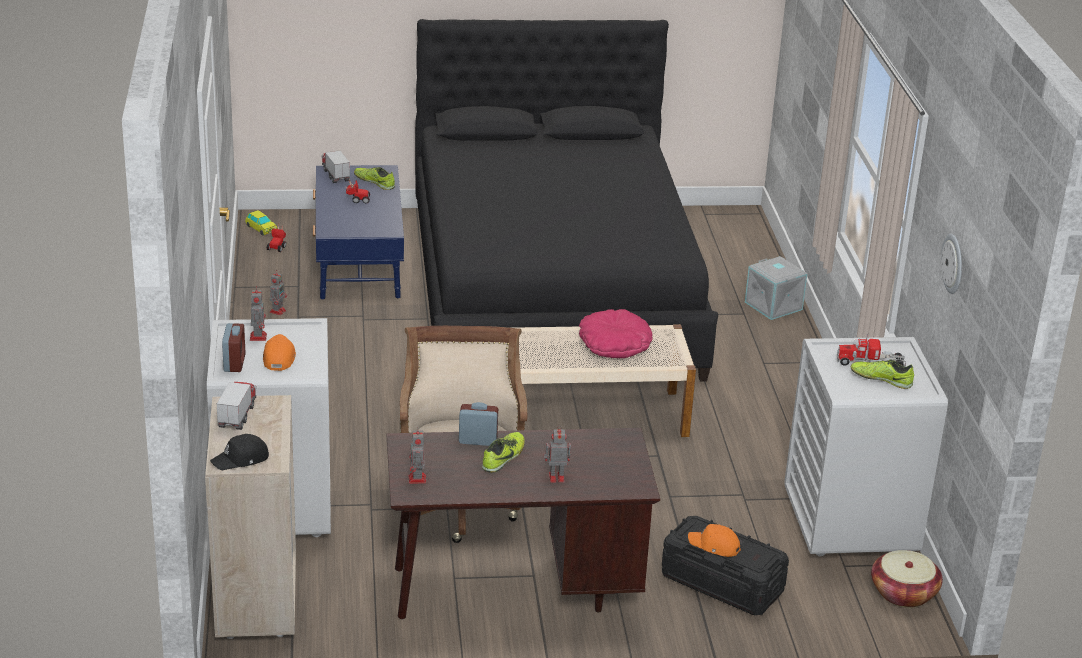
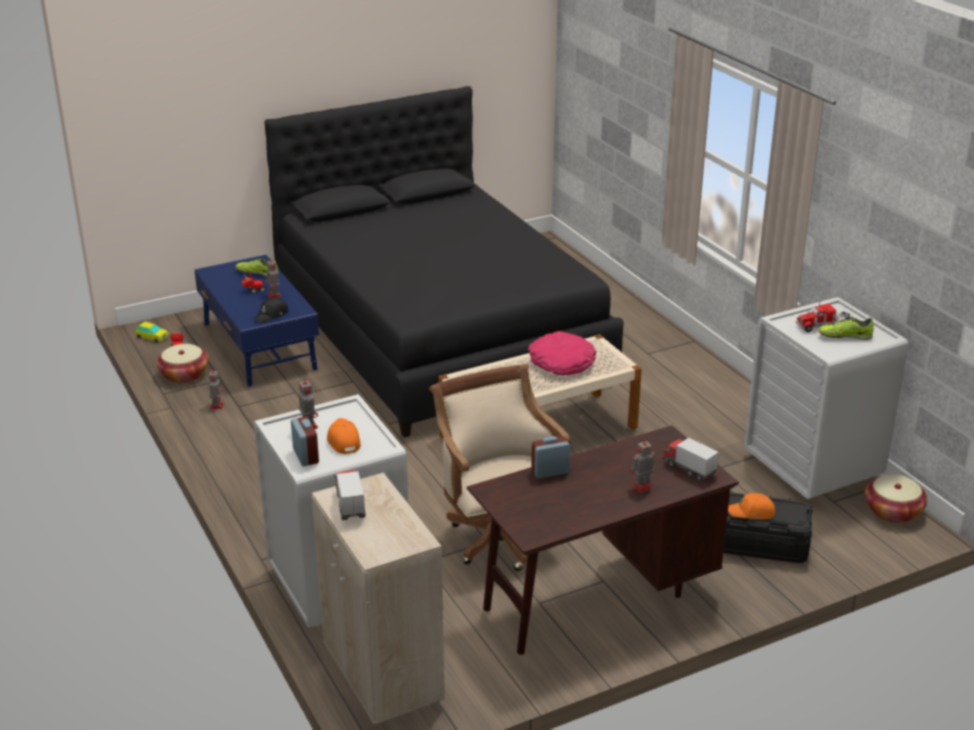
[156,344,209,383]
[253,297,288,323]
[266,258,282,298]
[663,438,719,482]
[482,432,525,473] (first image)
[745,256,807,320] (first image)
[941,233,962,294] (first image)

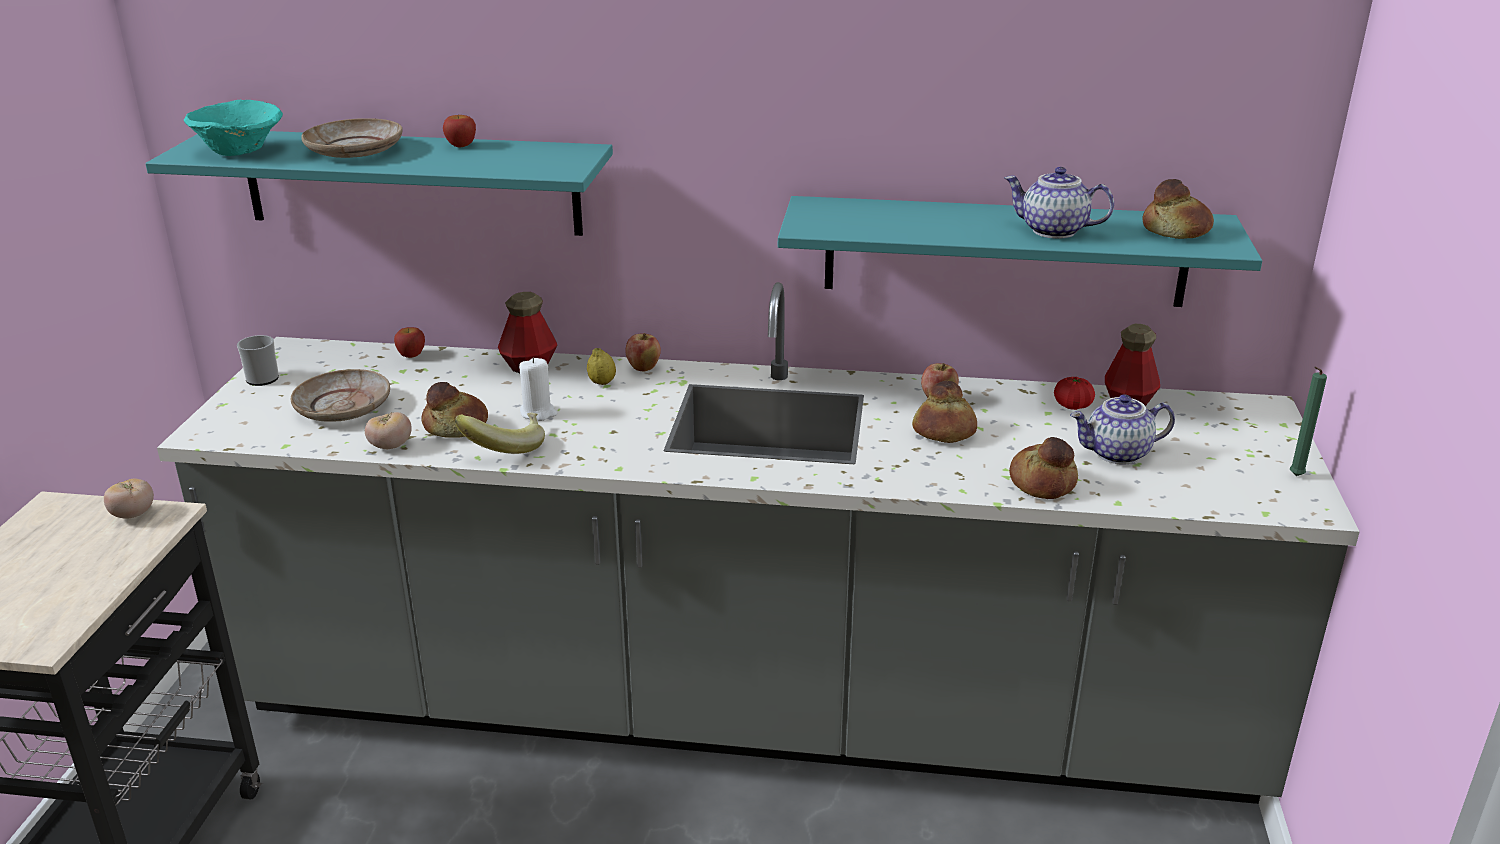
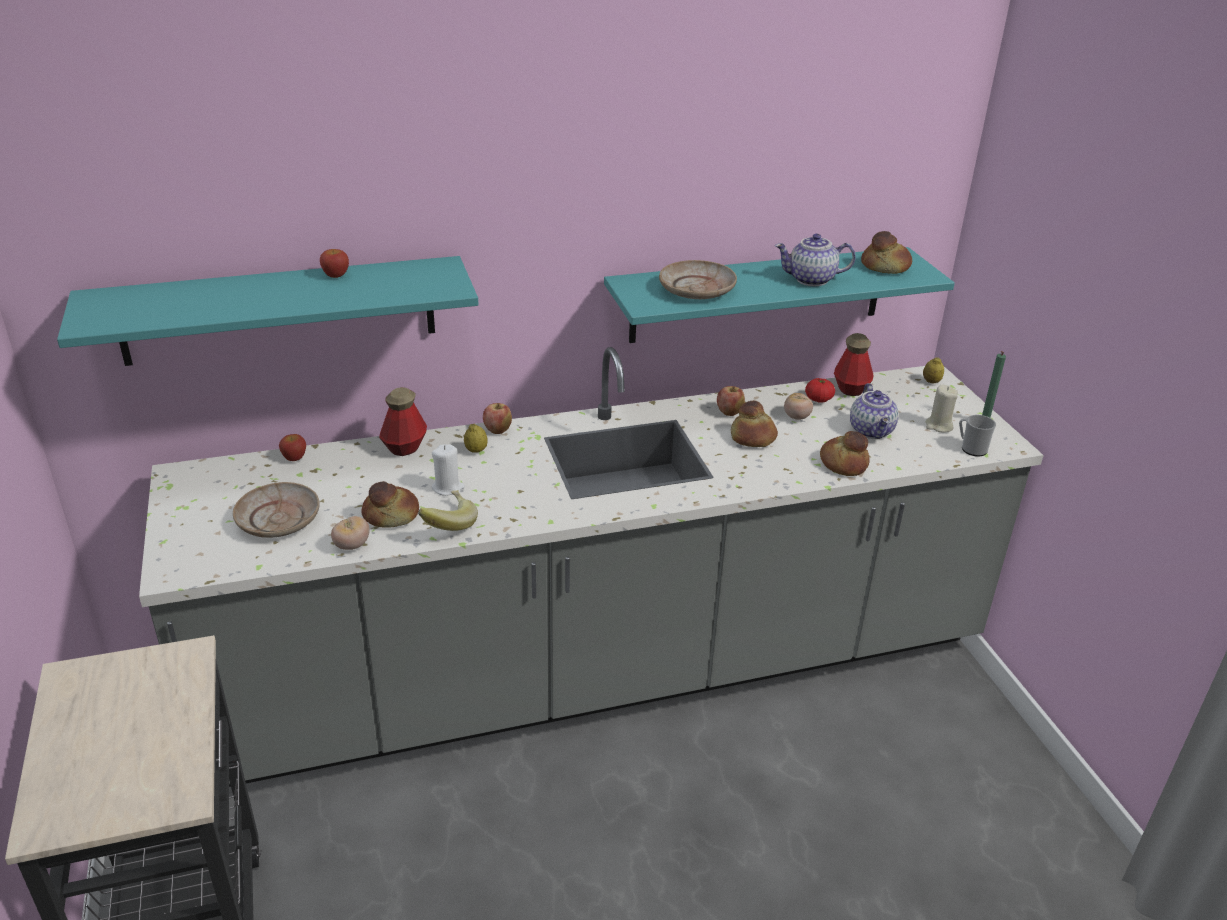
[659,260,737,299]
[784,393,813,420]
[850,383,899,439]
[923,357,944,383]
[925,385,958,433]
[959,415,996,457]
[184,100,283,156] (first image)

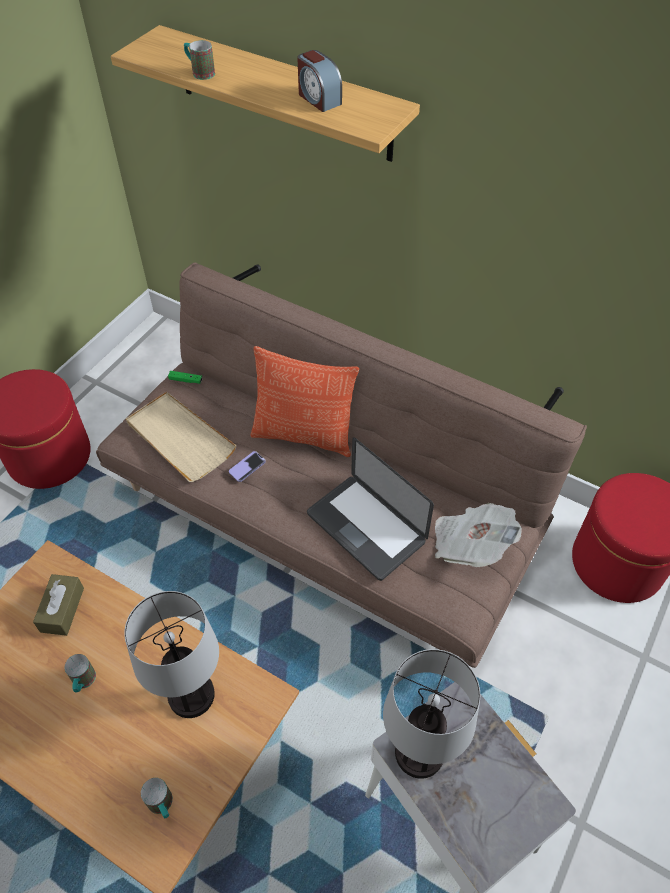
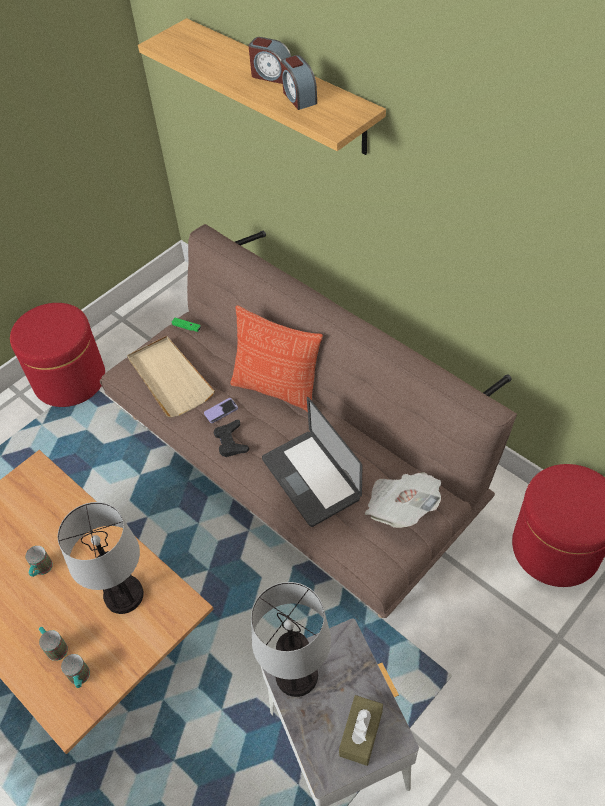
[39,627,68,661]
[213,420,249,457]
[248,37,291,84]
[339,695,383,766]

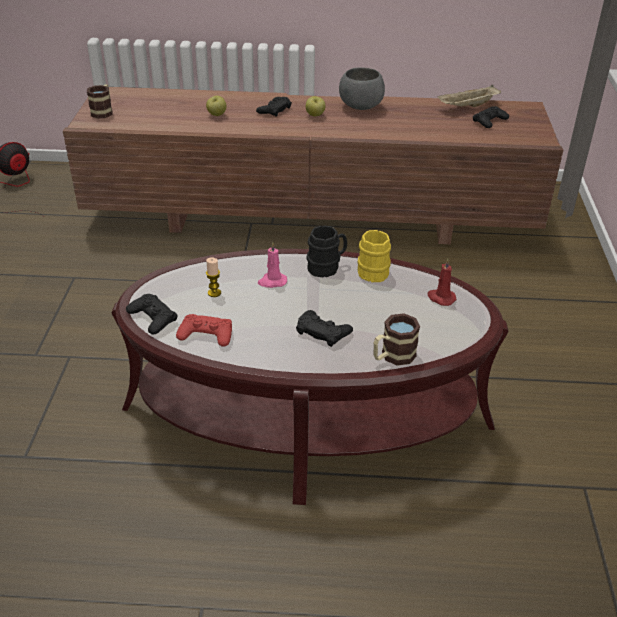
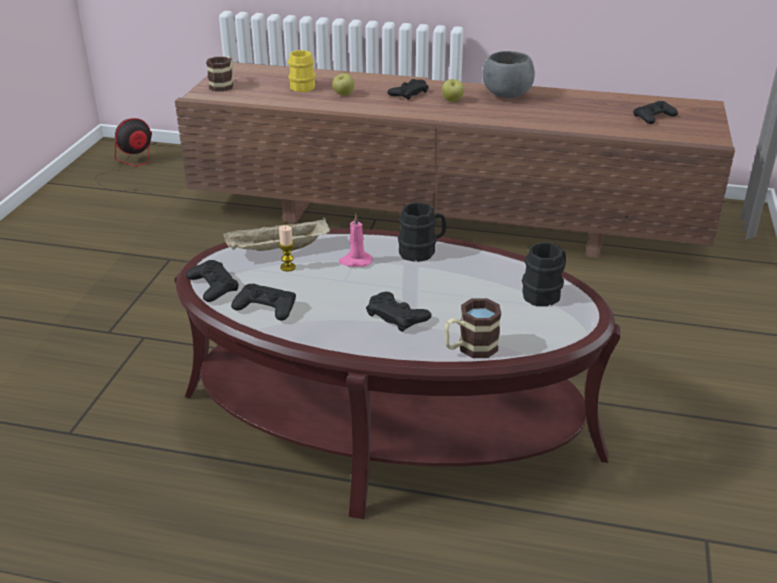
[223,218,330,251]
[231,284,296,321]
[288,50,315,92]
[522,242,566,306]

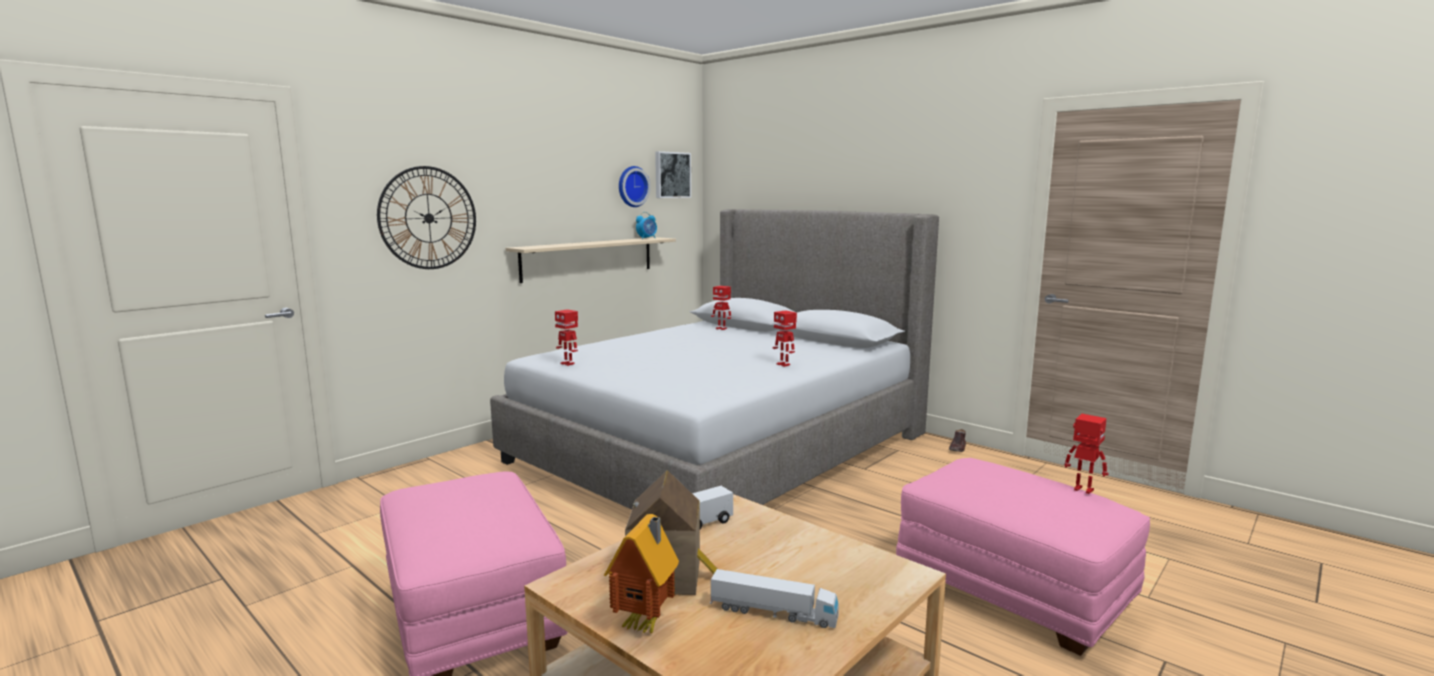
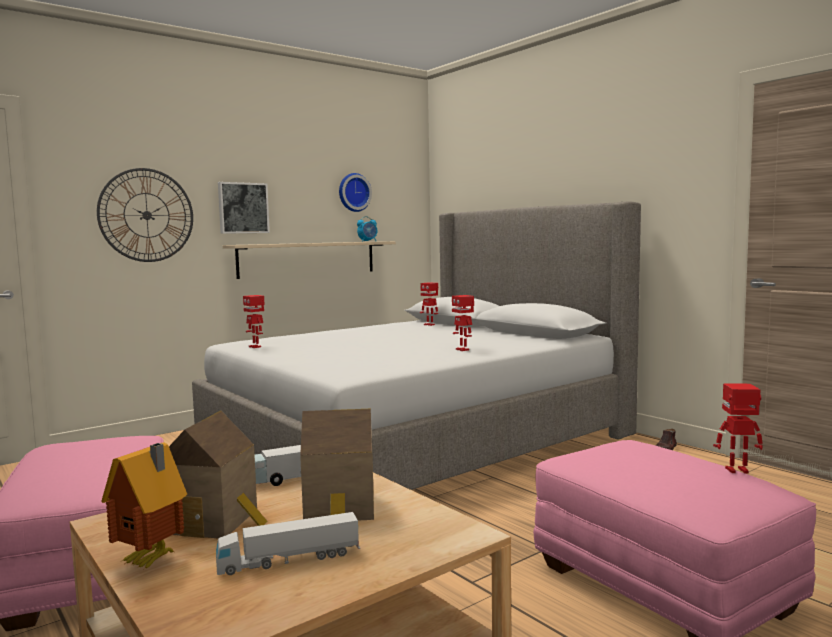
[216,512,360,575]
[218,182,270,234]
[300,409,374,521]
[713,384,763,474]

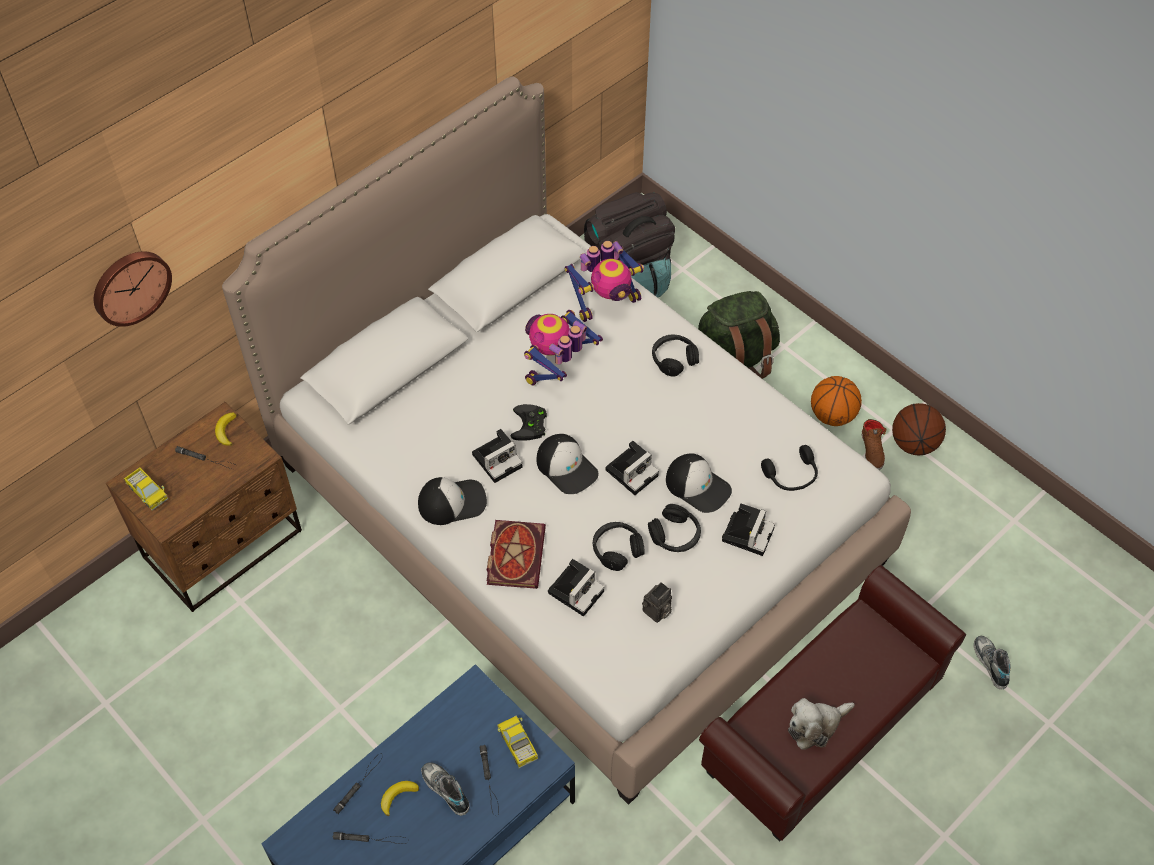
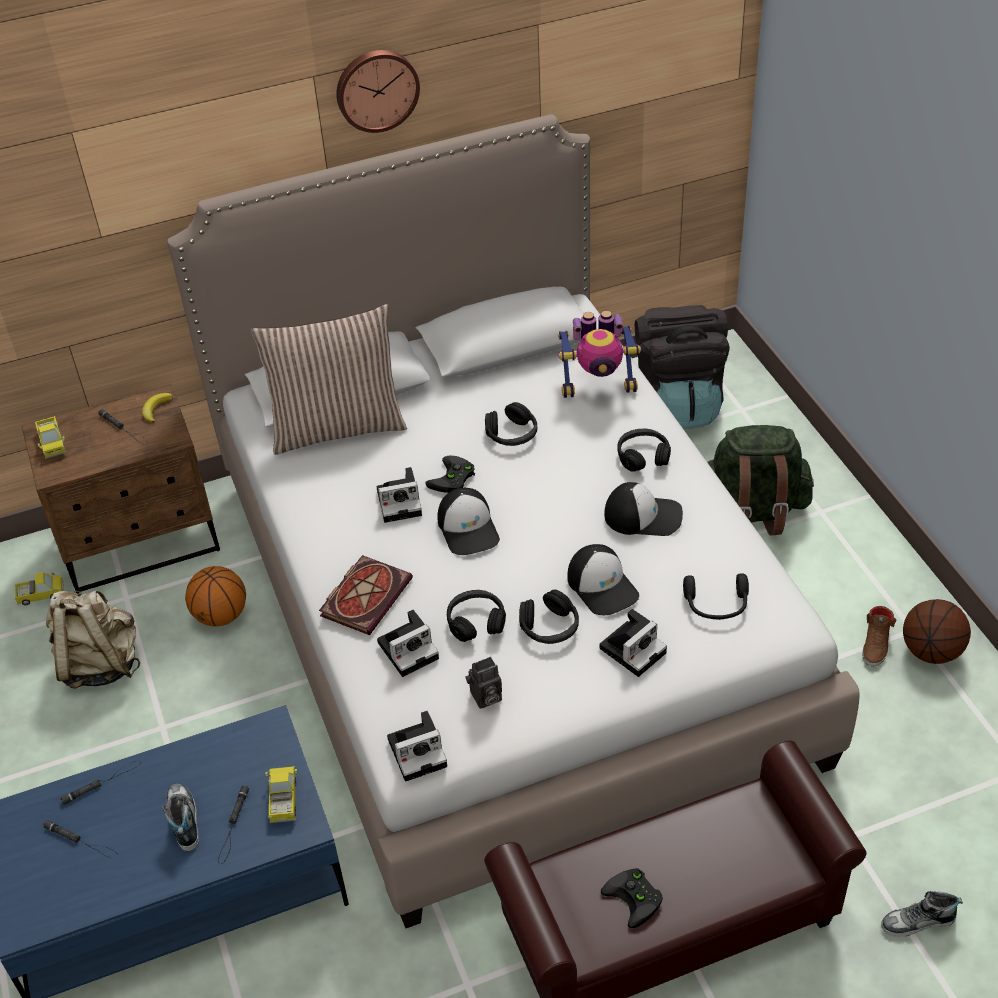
[15,572,64,605]
[46,590,140,689]
[185,566,246,626]
[251,304,407,455]
[336,50,420,133]
[387,711,447,782]
[485,402,537,446]
[601,868,663,928]
[604,482,683,536]
[881,891,963,937]
[381,781,419,816] (first image)

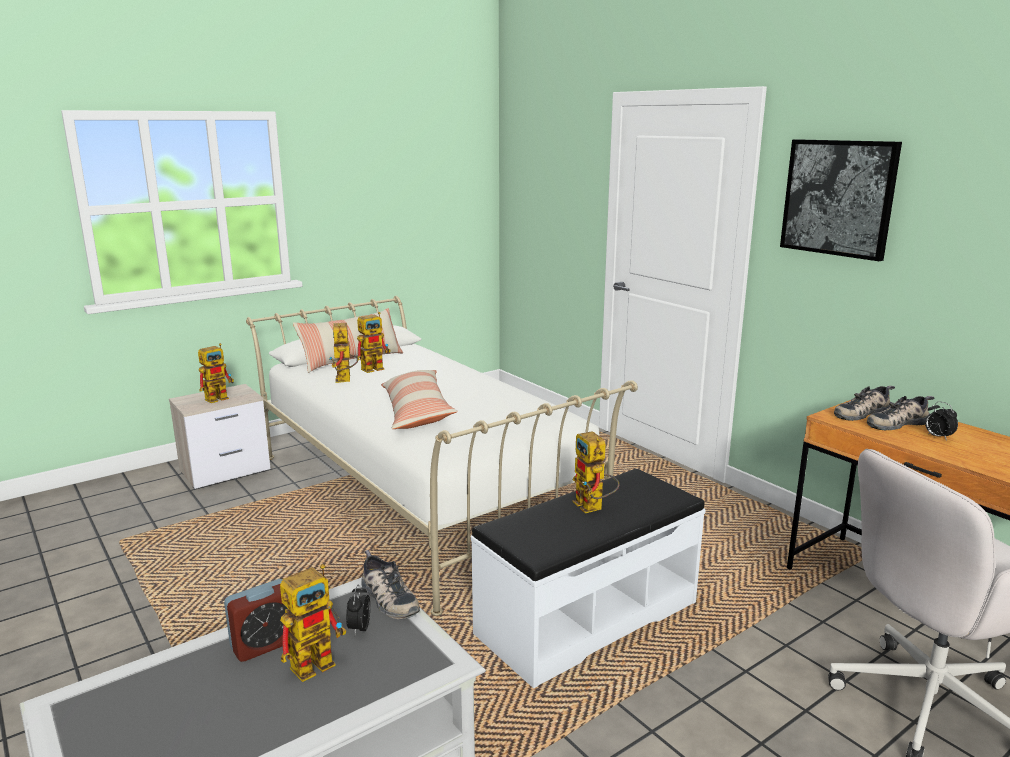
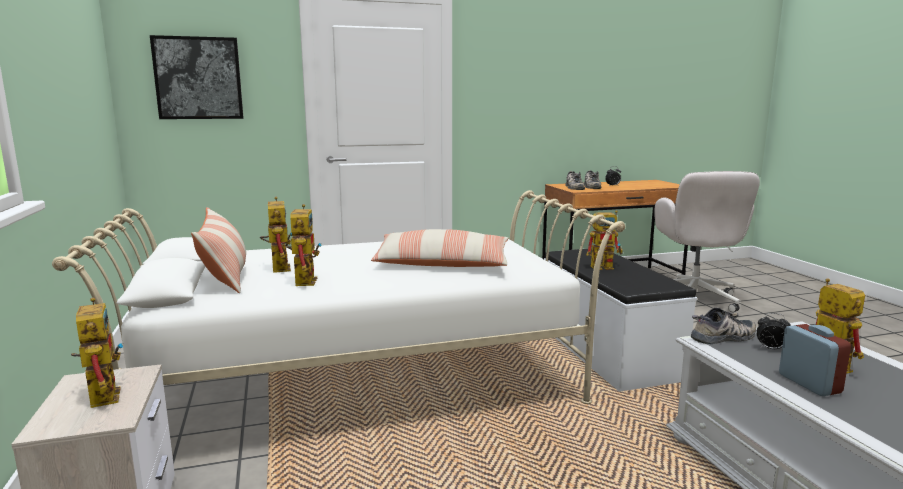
[150,35,244,119]
[287,204,322,286]

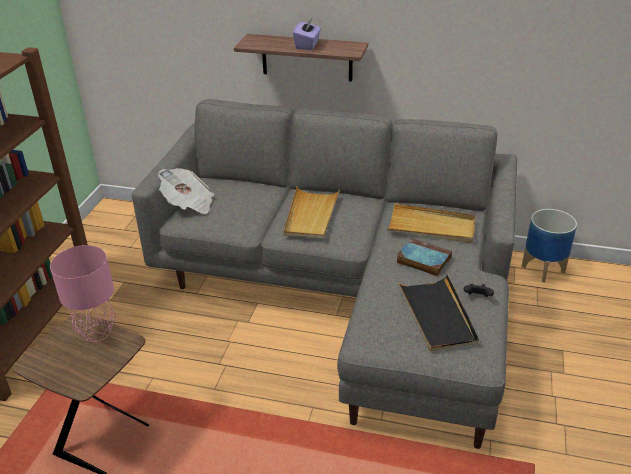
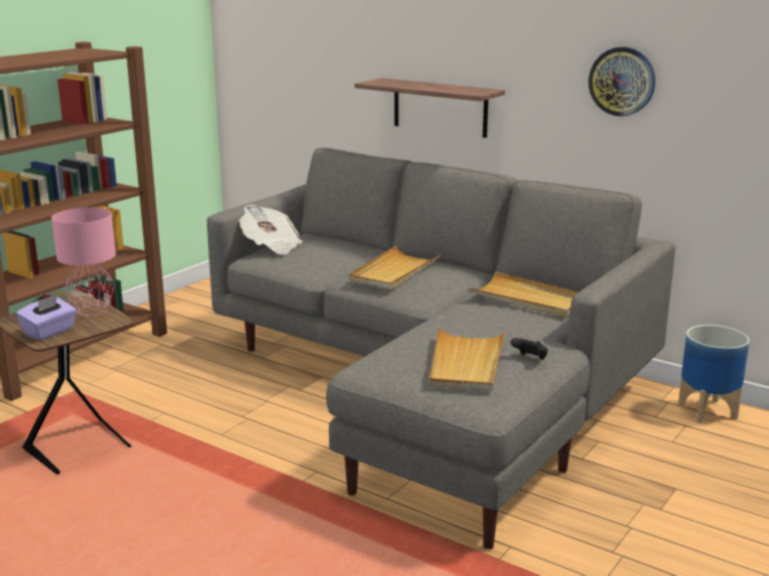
[16,294,77,341]
[429,326,505,391]
[588,47,655,116]
[396,238,452,277] (first image)

